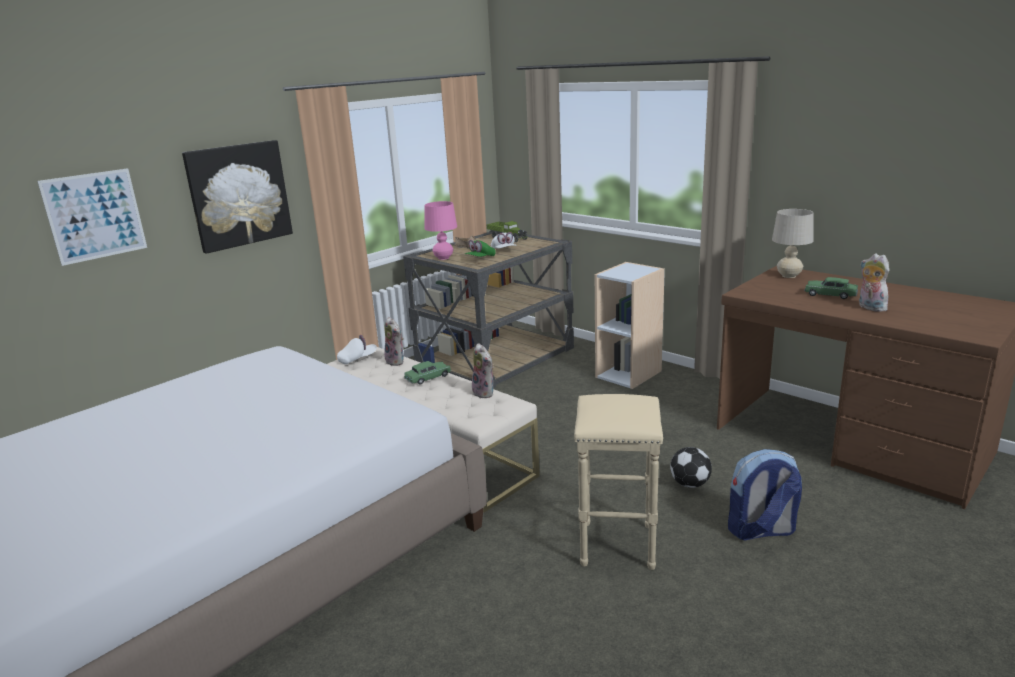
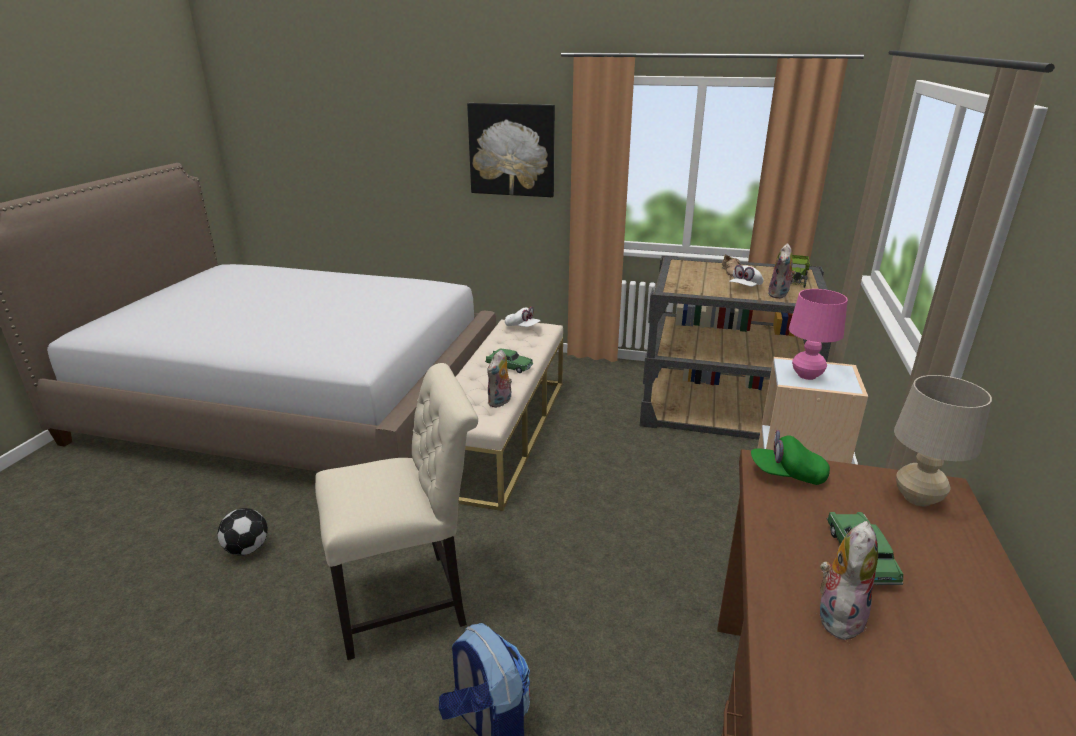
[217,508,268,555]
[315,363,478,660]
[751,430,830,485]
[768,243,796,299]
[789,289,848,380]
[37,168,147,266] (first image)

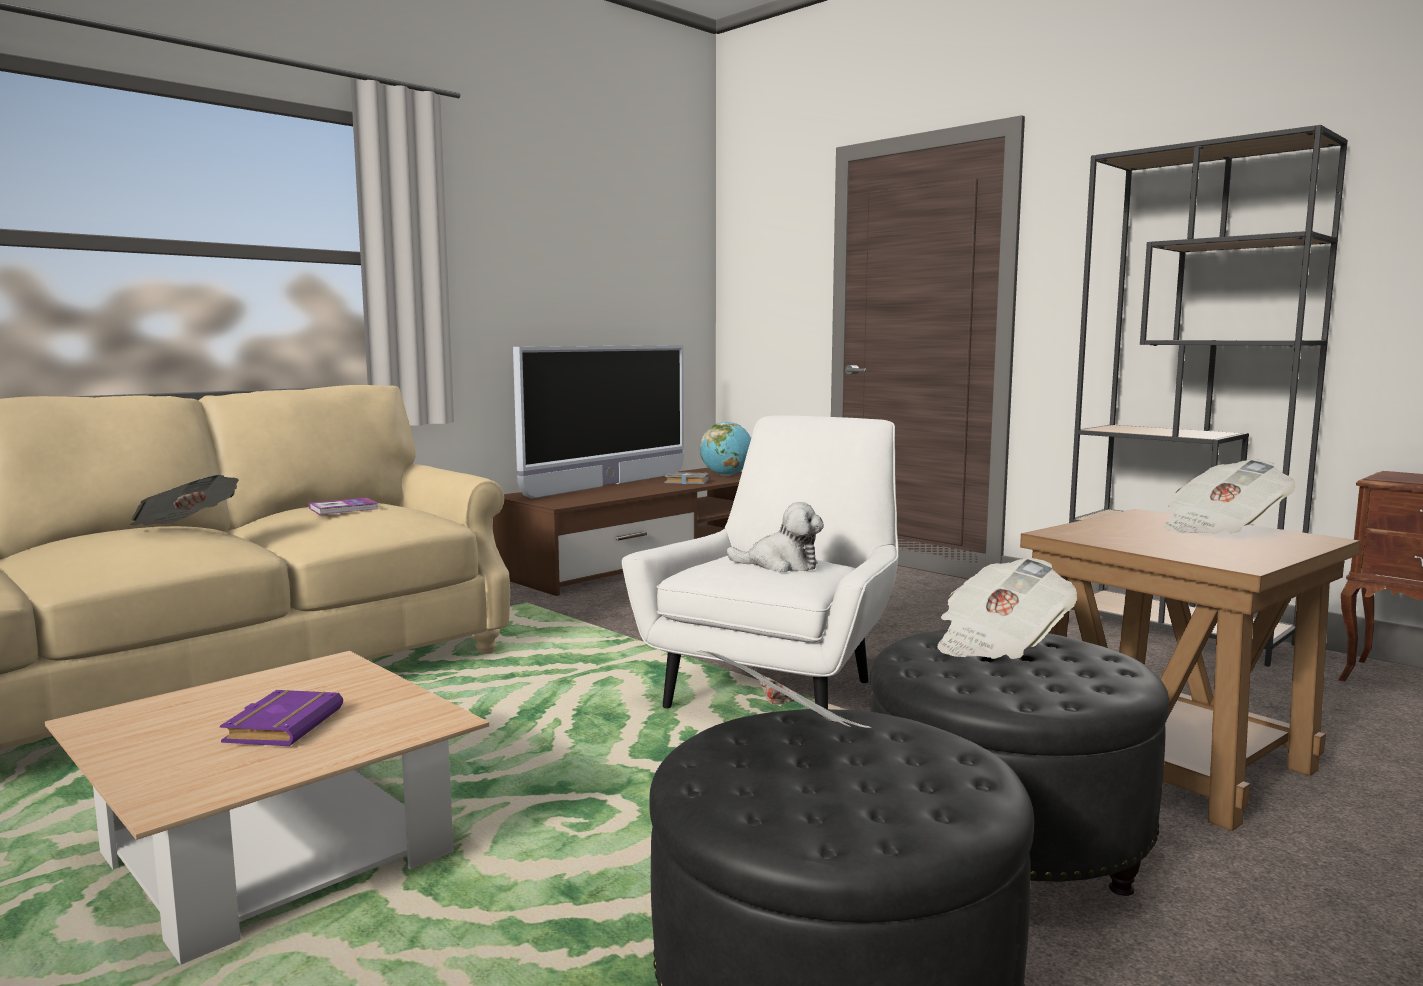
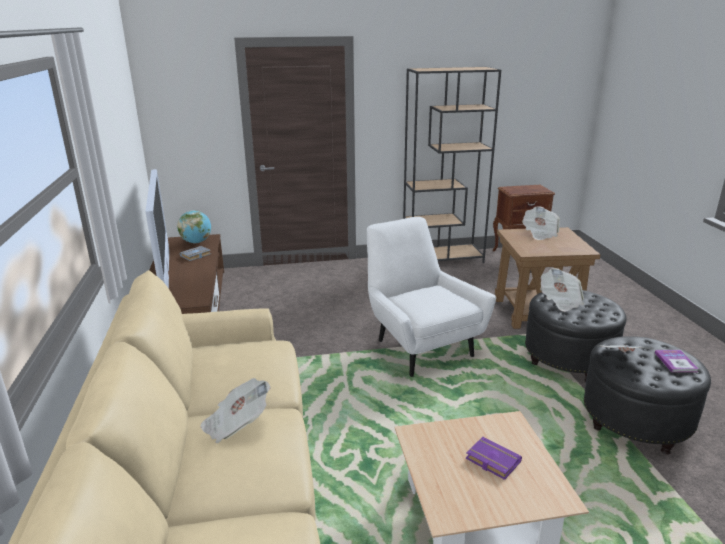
[655,350,698,372]
[727,502,824,572] (first image)

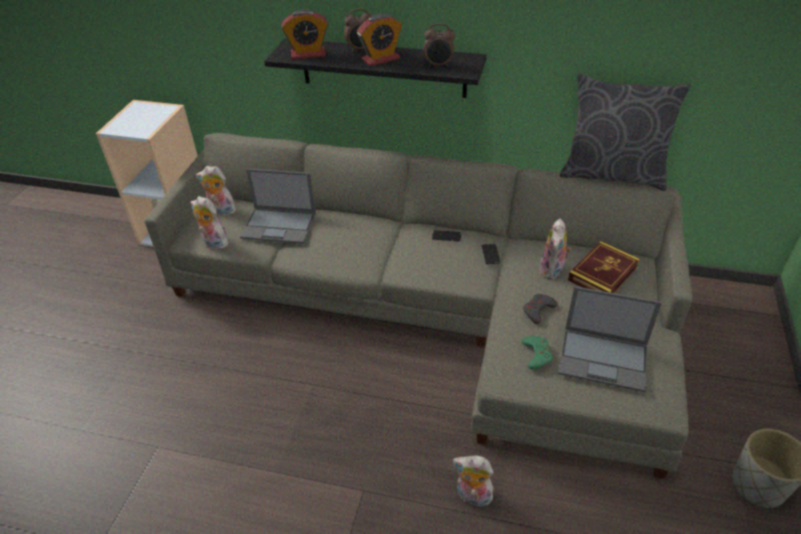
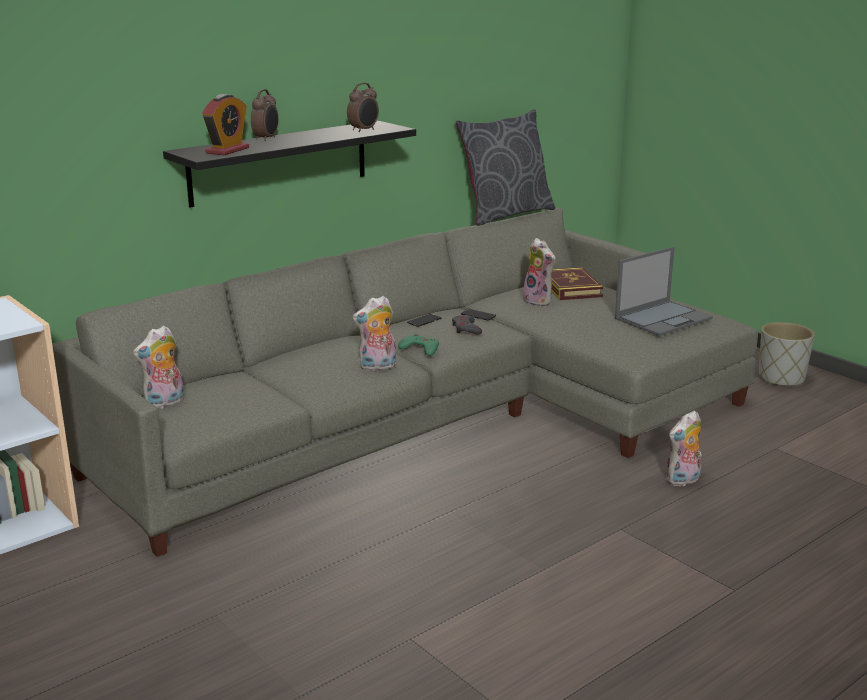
[353,296,396,371]
[398,334,439,356]
[452,315,482,335]
[240,169,316,244] (first image)
[357,14,402,67] (first image)

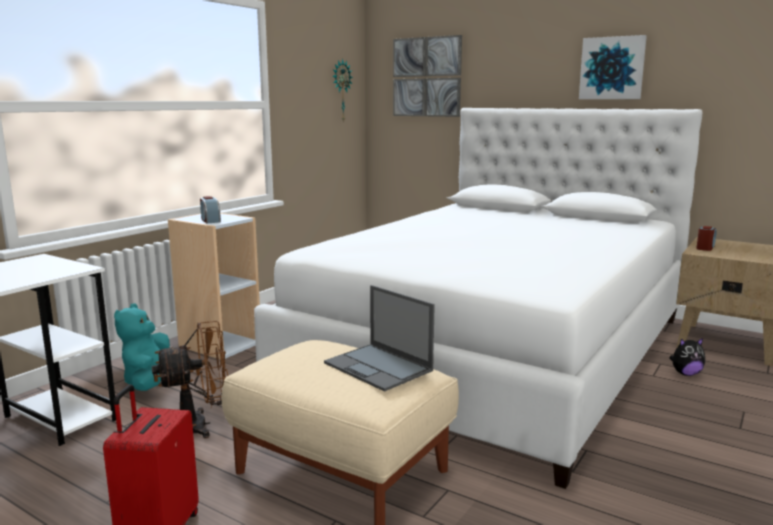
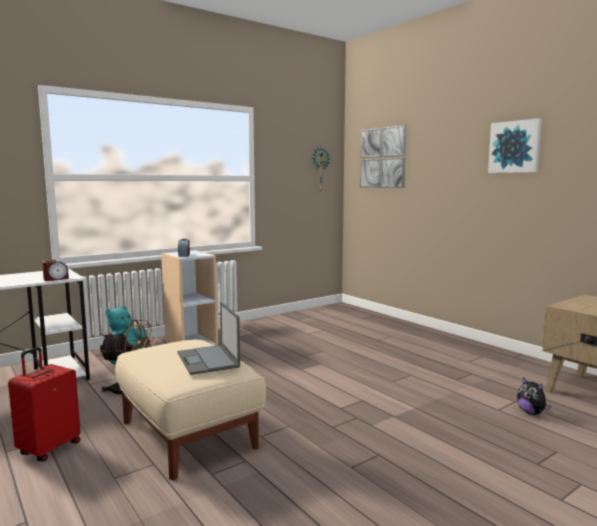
[42,259,69,281]
[517,377,551,415]
[254,108,702,489] (first image)

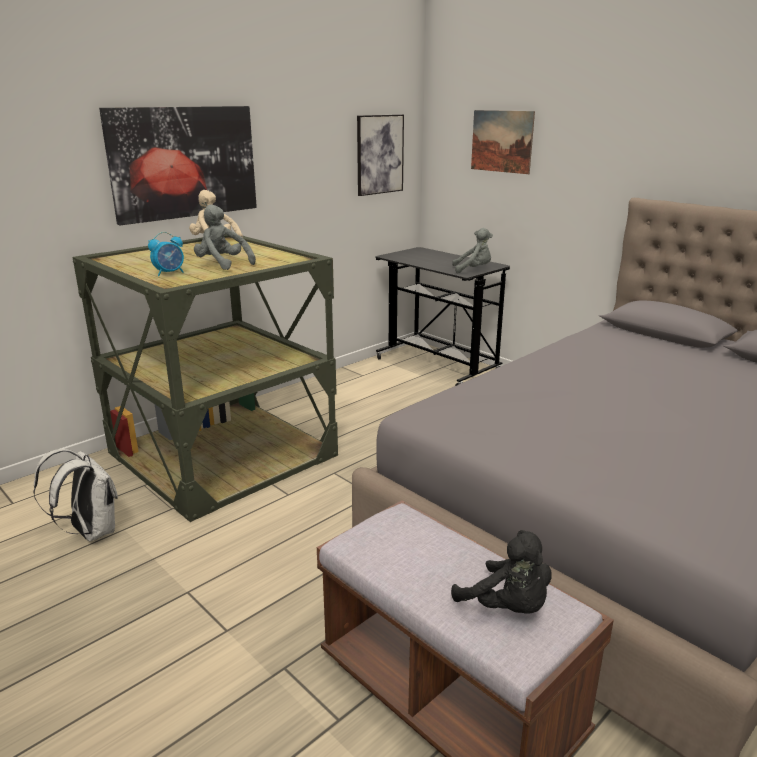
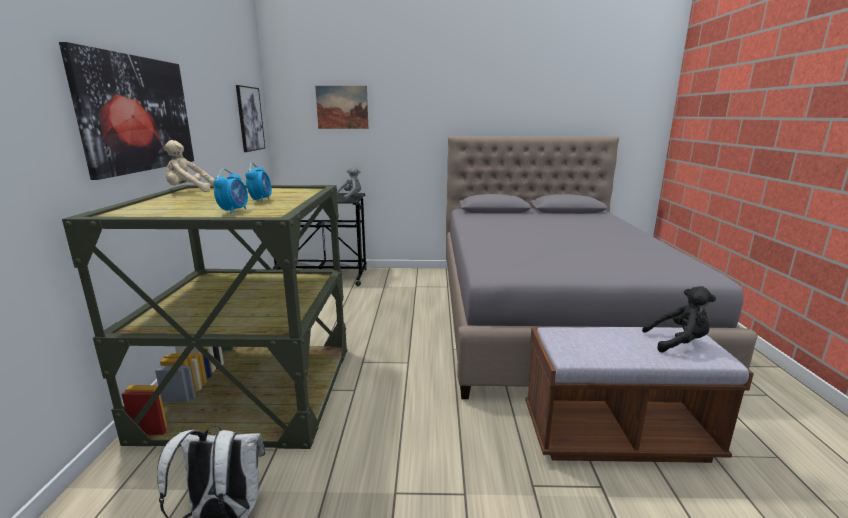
[246,163,272,203]

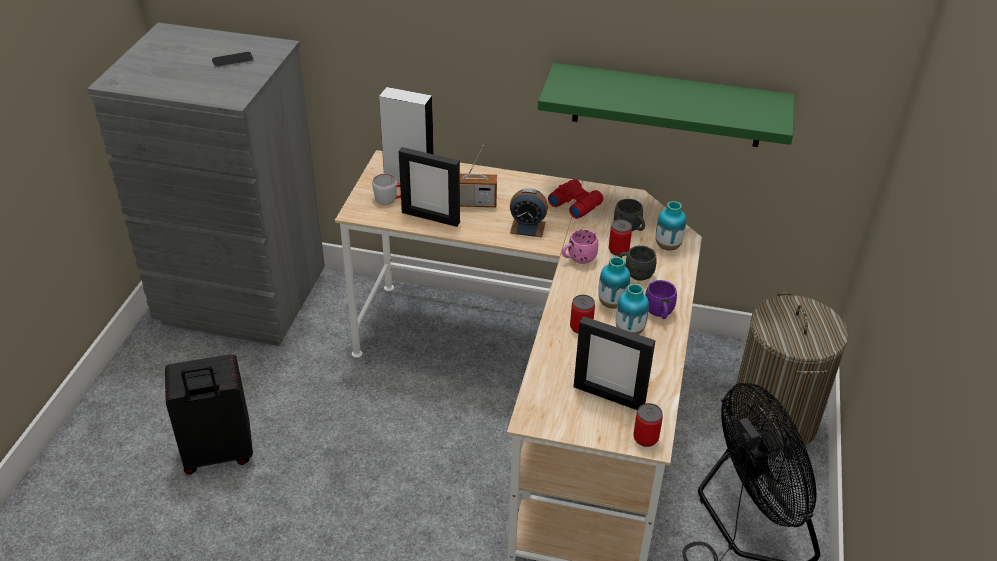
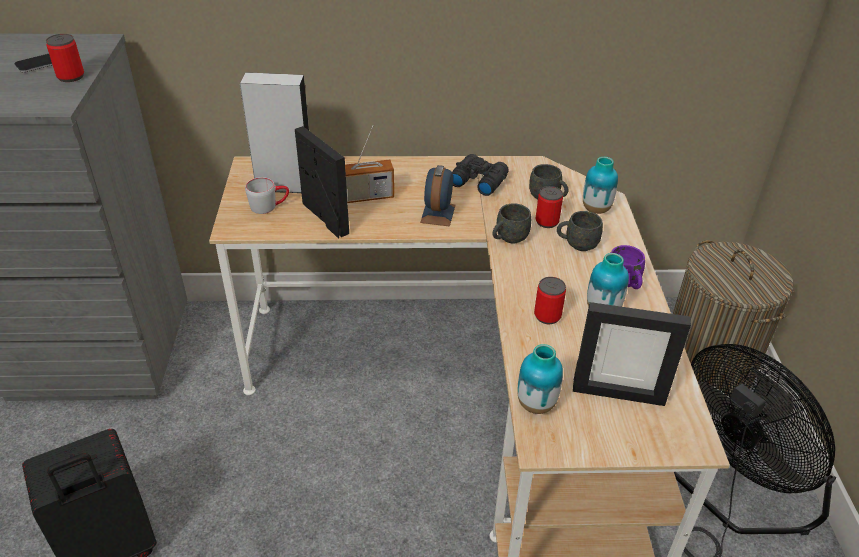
[46,34,84,82]
[295,126,349,239]
[420,165,455,227]
[452,154,509,196]
[493,203,531,243]
[518,344,563,414]
[538,63,795,147] (first image)

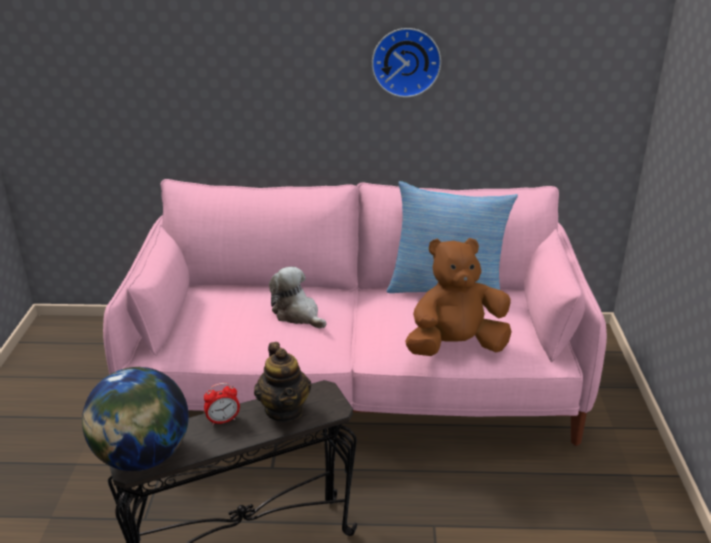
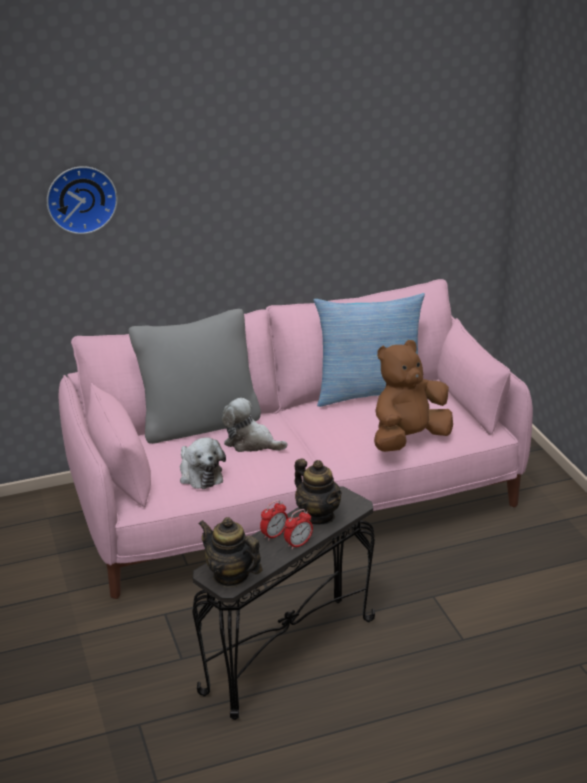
[47,166,118,234]
[129,309,261,444]
[180,437,226,489]
[198,517,262,587]
[284,509,313,550]

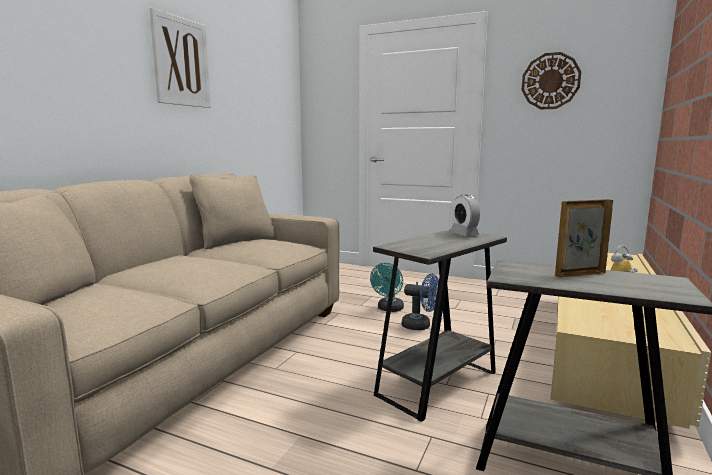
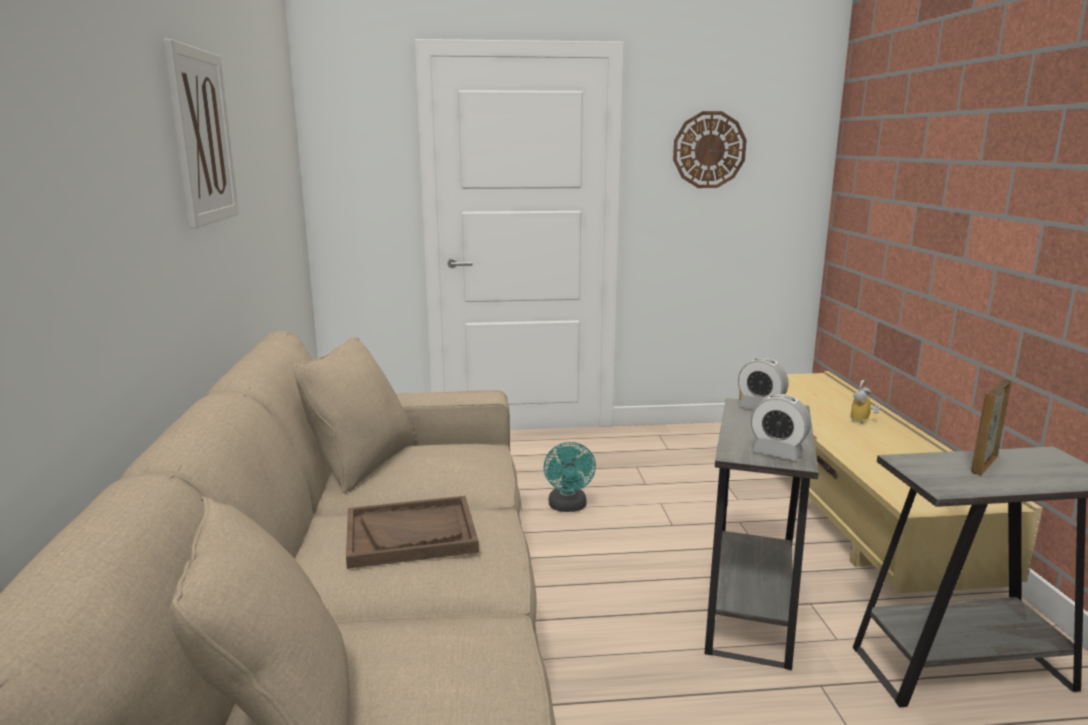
[346,496,479,569]
[751,394,811,461]
[402,274,439,330] (first image)

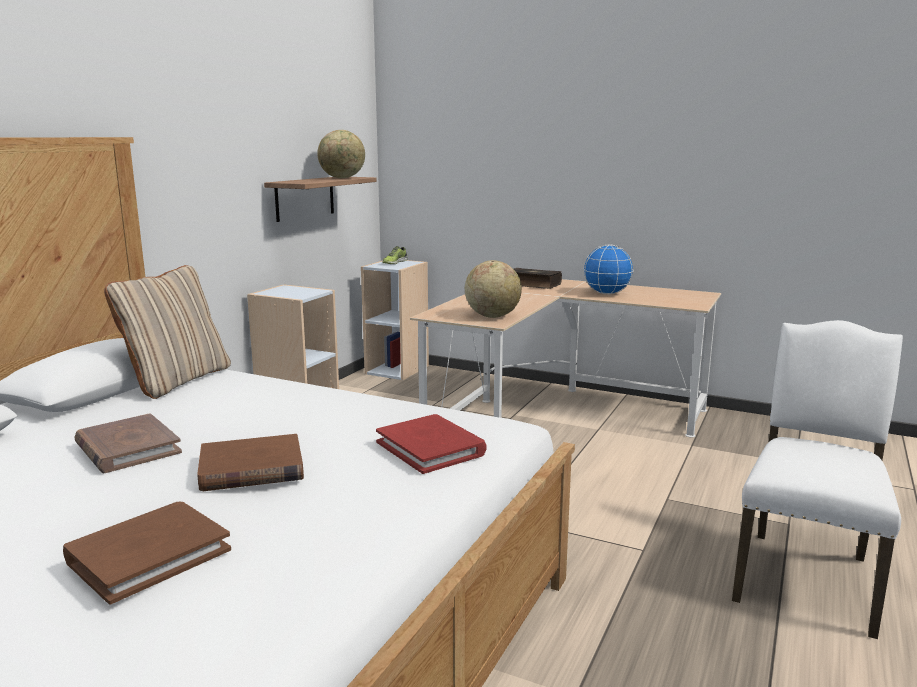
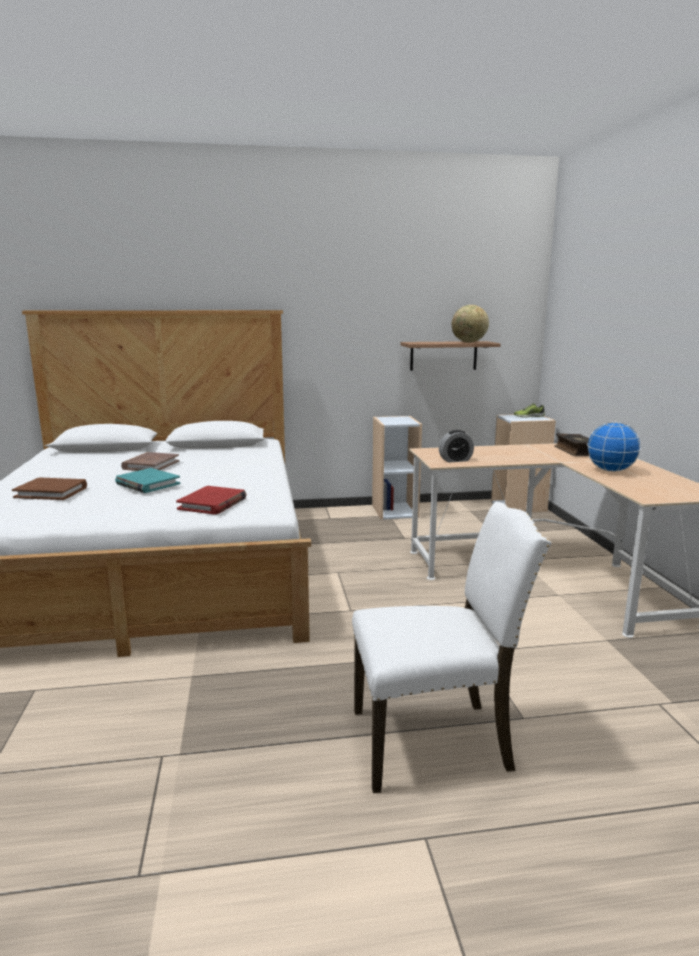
[115,468,180,493]
[439,430,474,463]
[104,265,231,399] (first image)

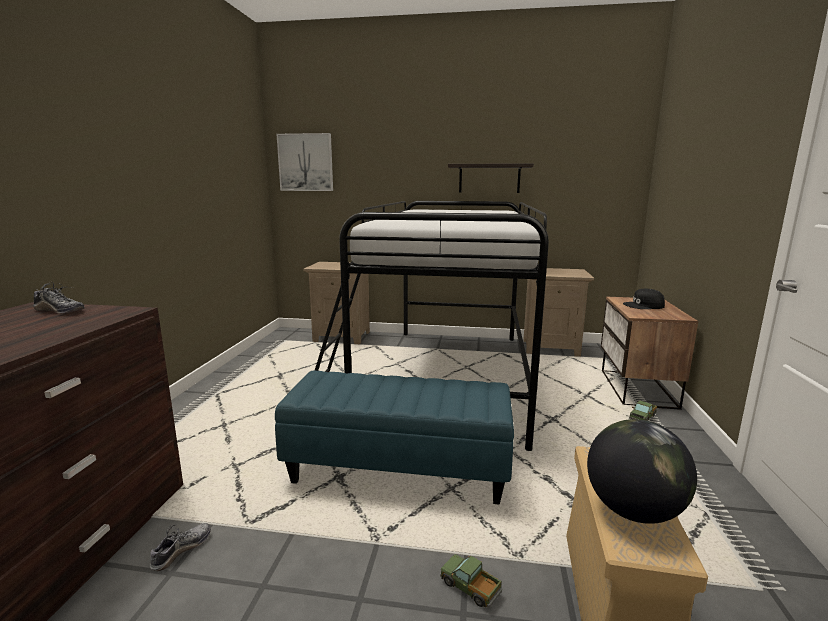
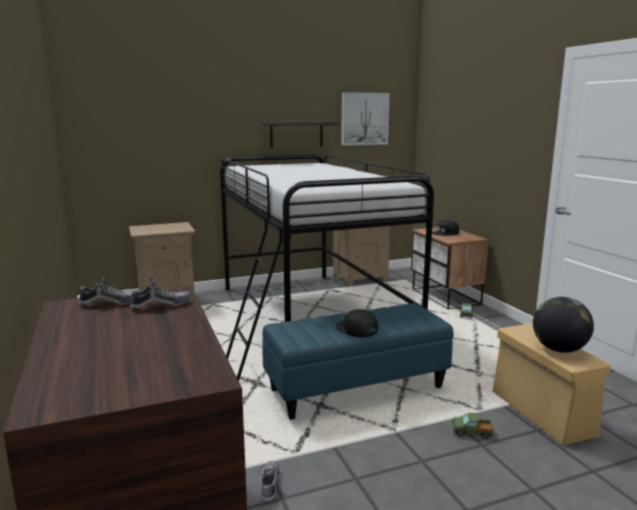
[130,278,191,311]
[336,309,378,337]
[341,92,390,145]

